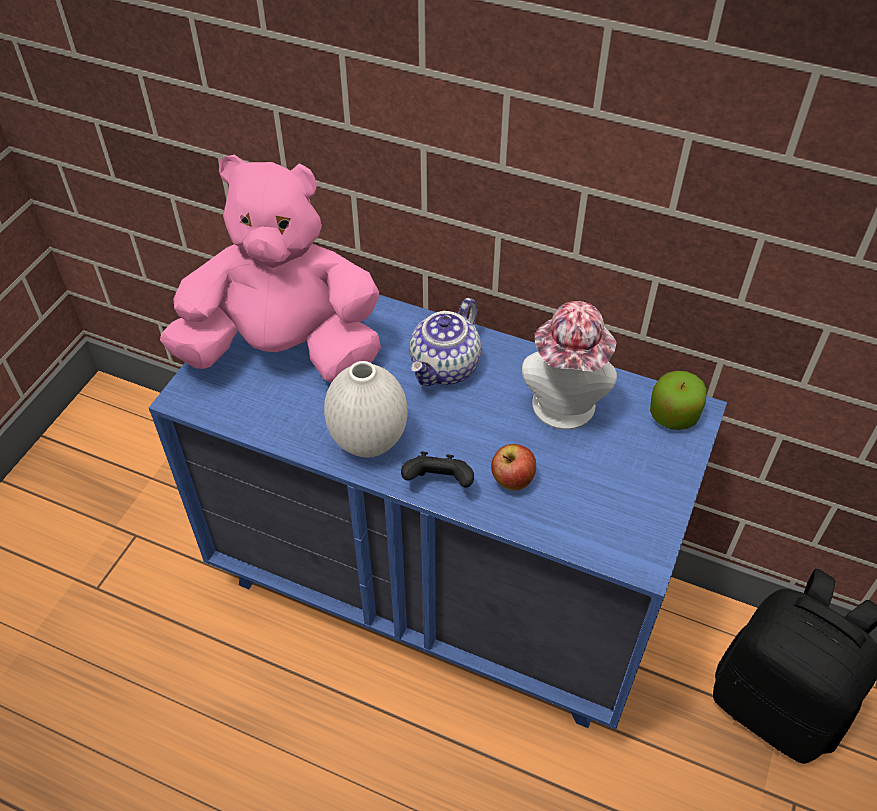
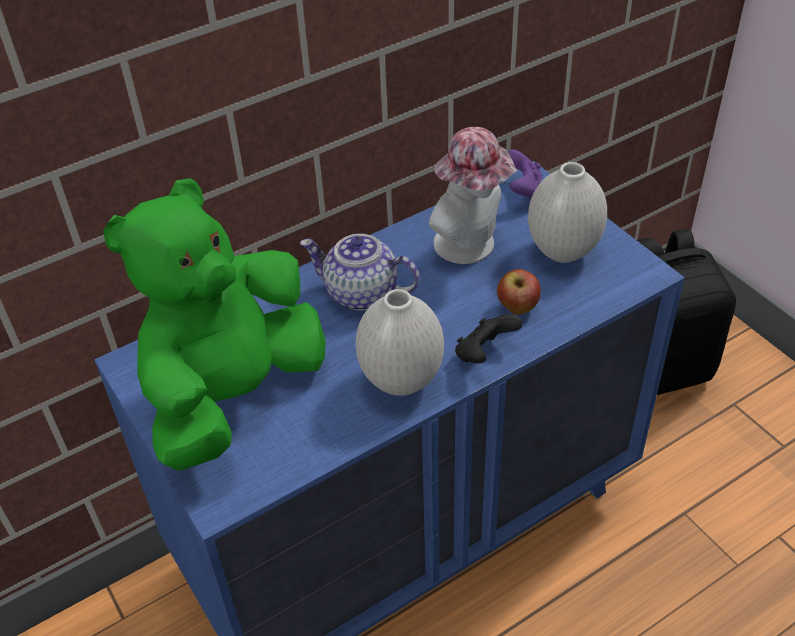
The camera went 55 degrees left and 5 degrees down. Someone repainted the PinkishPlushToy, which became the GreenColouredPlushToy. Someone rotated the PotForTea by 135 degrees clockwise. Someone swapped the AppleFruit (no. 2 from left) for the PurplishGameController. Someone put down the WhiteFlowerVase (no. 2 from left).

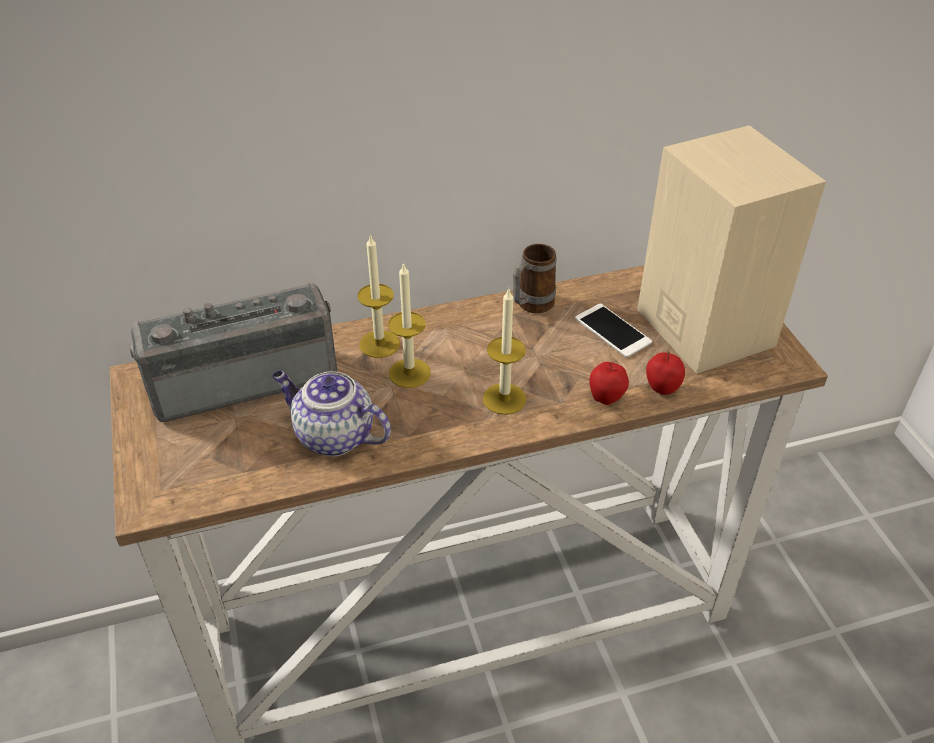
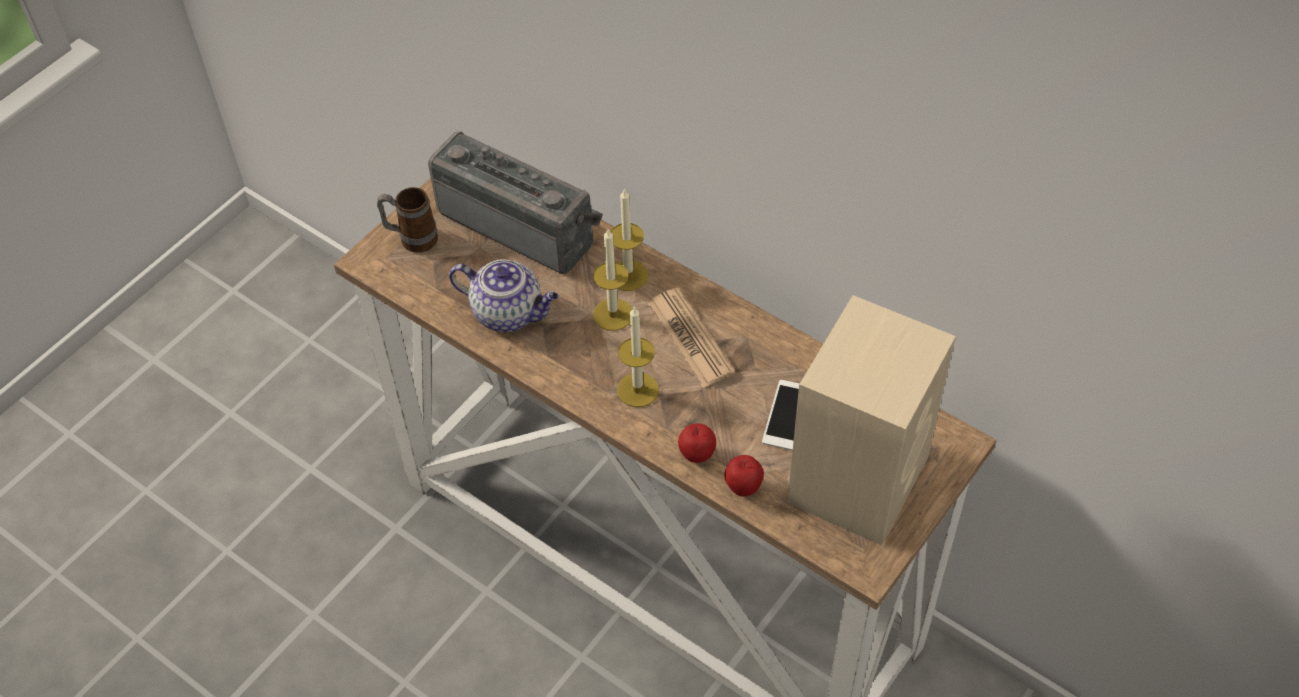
The camera went 55 degrees right and 10 degrees up. Someone rotated the PotForTea by 120 degrees clockwise. Someone carried the CoffeeMug. Someone put down the PrintedPaper.

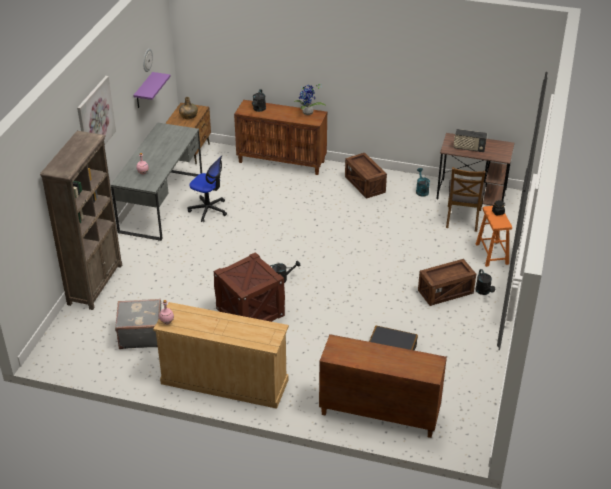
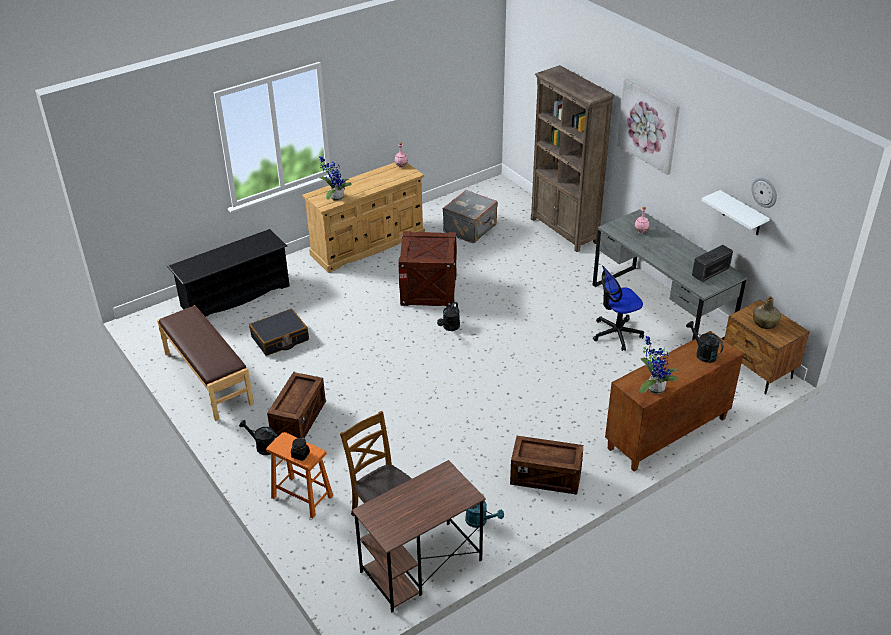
The camera went 130 degrees right and 0 degrees up. Someone repainted the PurplishShelf, which became the WhiteShelf. Someone swapped the BrownColouredCupboard (no. 2 from left) for the BlackishShoeShelf. Someone carried the RadioSet. Someone put down the BrownColouredIndoorBench. Someone put down the Houseplant (no. 1 from left).

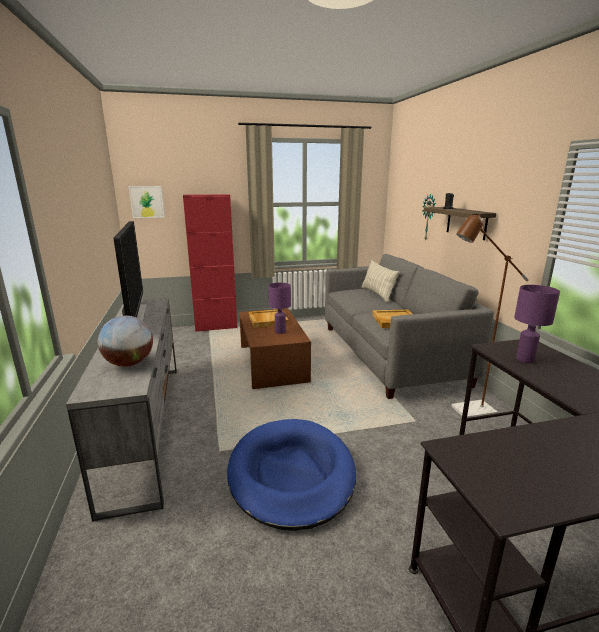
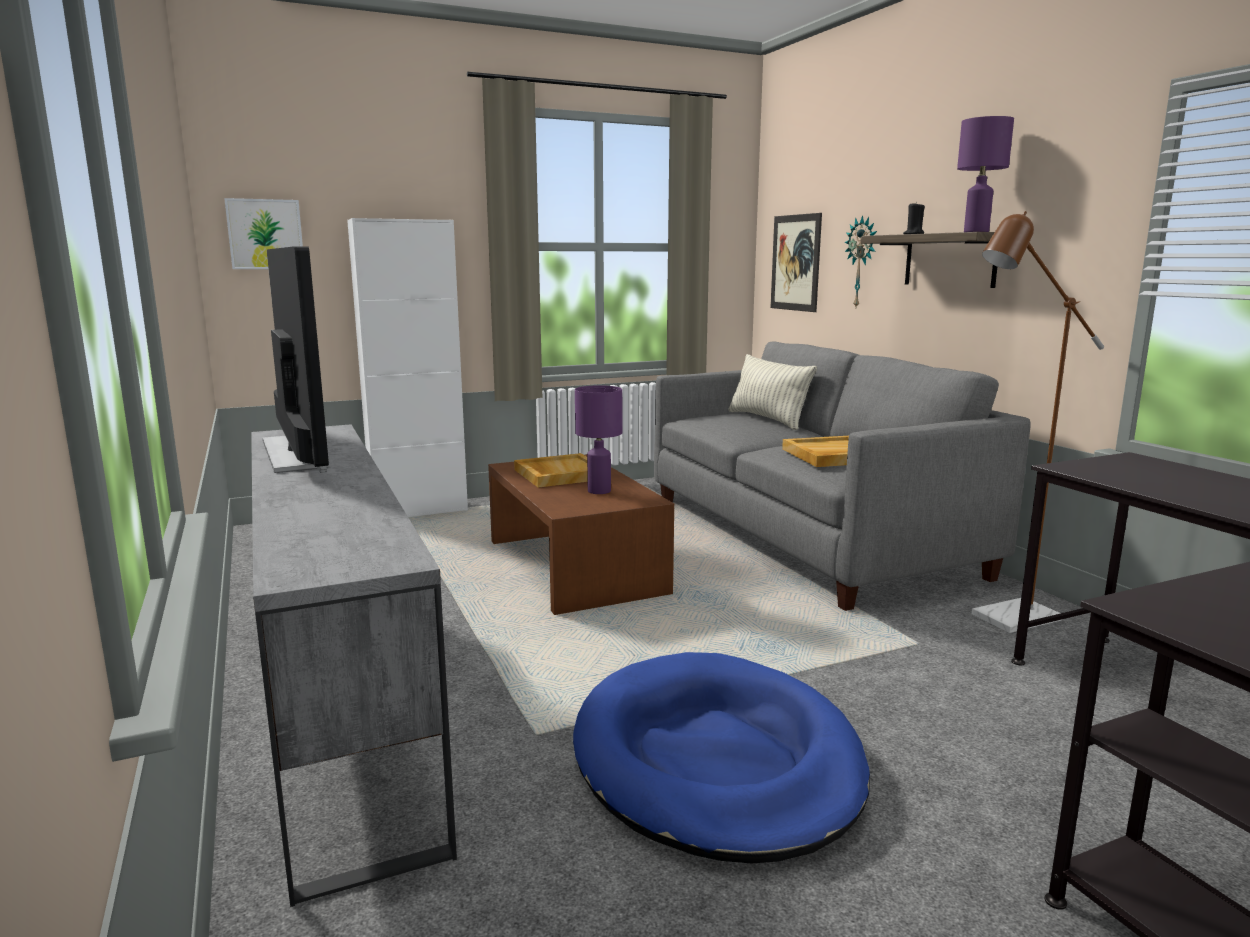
The camera went 10 degrees left and 5 degrees down. Someone took away the Globe. Someone repainted the ReddishCupboard, which became the WhiteCupboard. Someone carried the PurplishLampForATable (no. 2 from left). Someone put up the WallPicture (no. 2 from left).

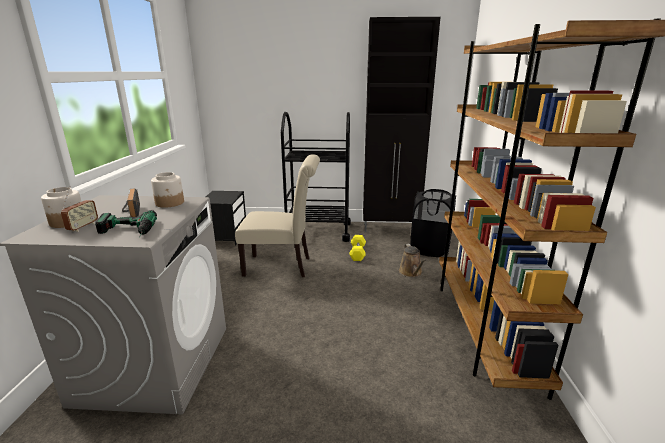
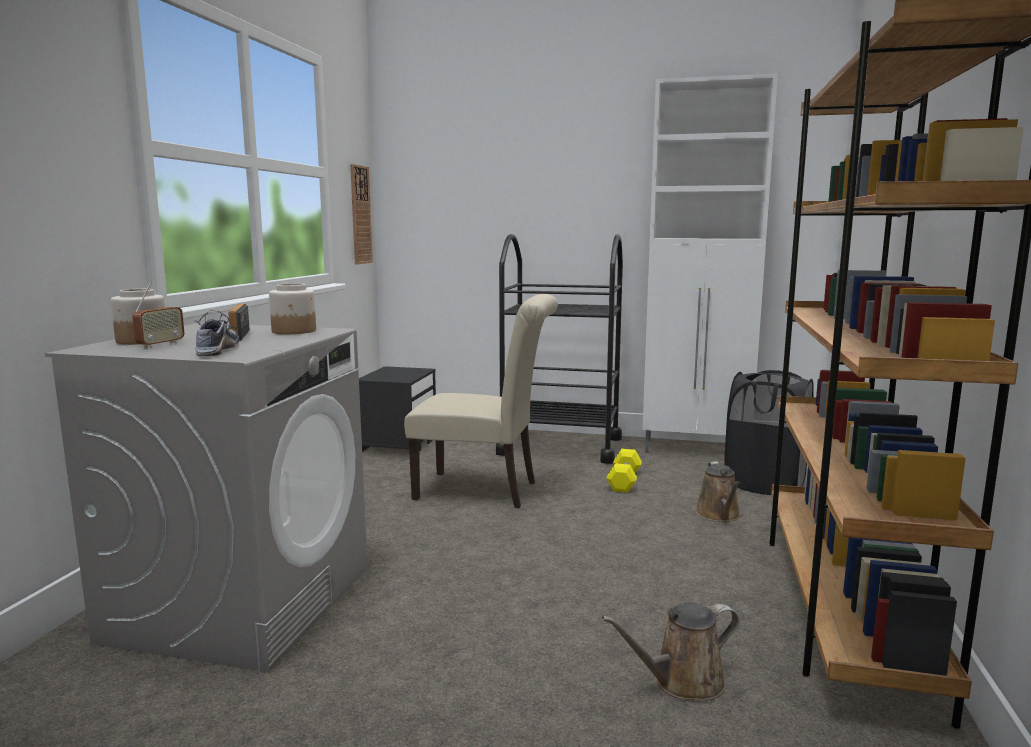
The camera went 10 degrees right and 10 degrees down. Someone swapped the ElectricDrill for the ItemOfFootwear. Someone repainted the BlackishCupboard, which became the WhiteCupboard. Someone put up the HangingClock. Someone put down the BrownColouredWateringCan (no. 1 from left).

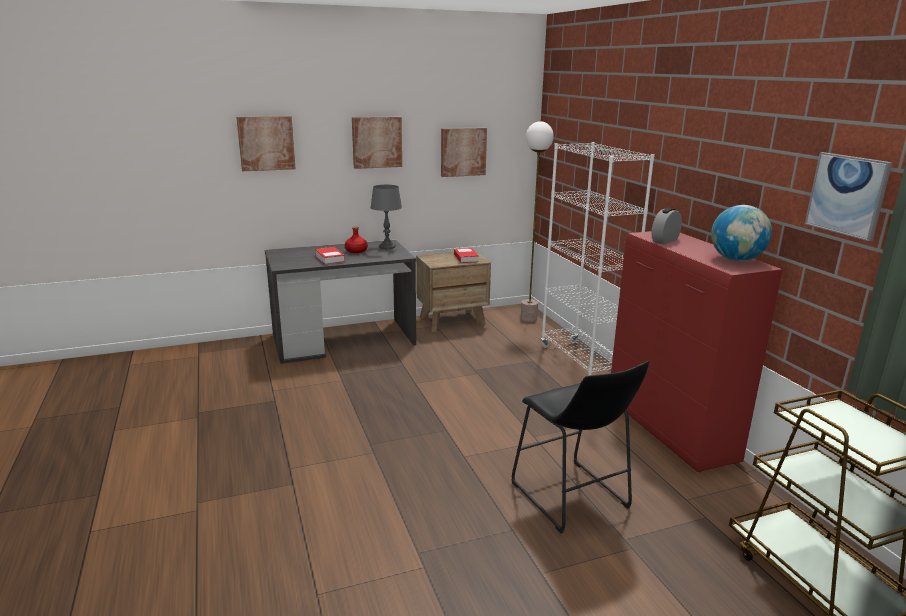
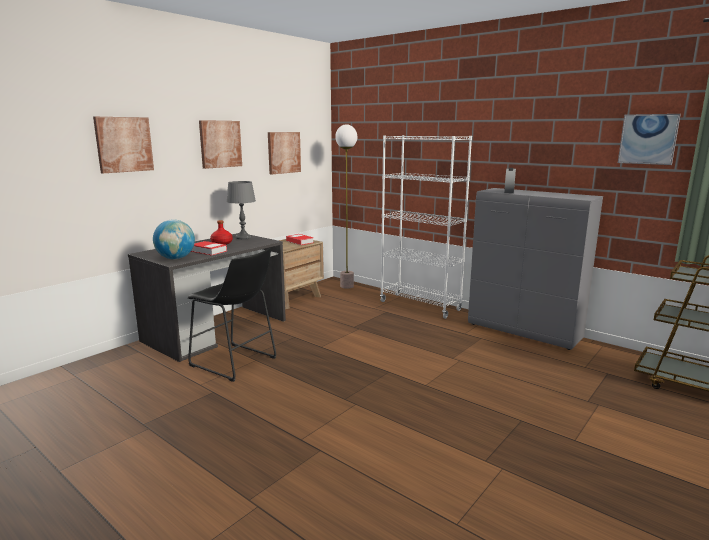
The camera went 30 degrees left and 5 degrees down. Someone carried the BlackishSittingStool. Someone repainted the ReddishCupboard, which became the GreyCupboard. Someone carried the Globe.

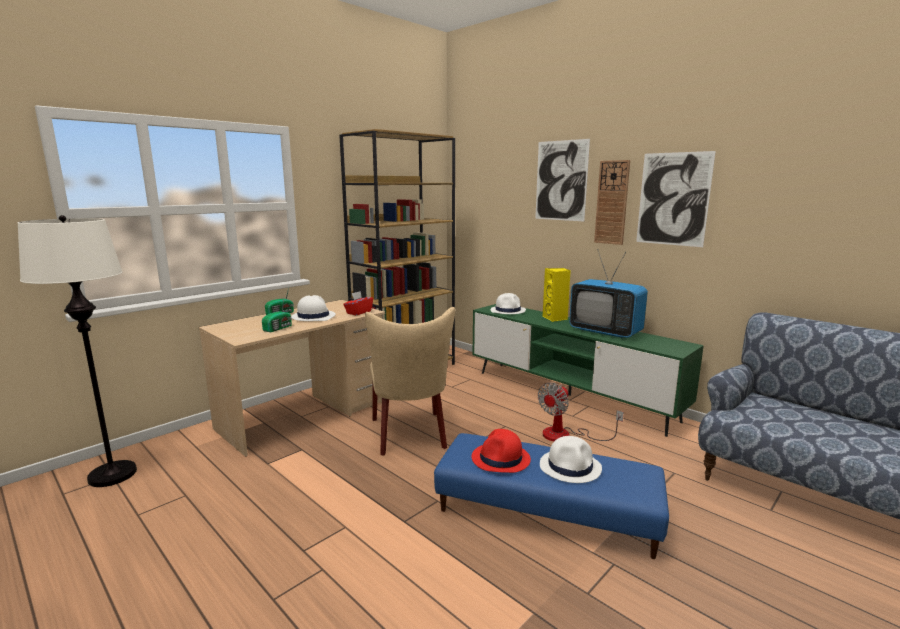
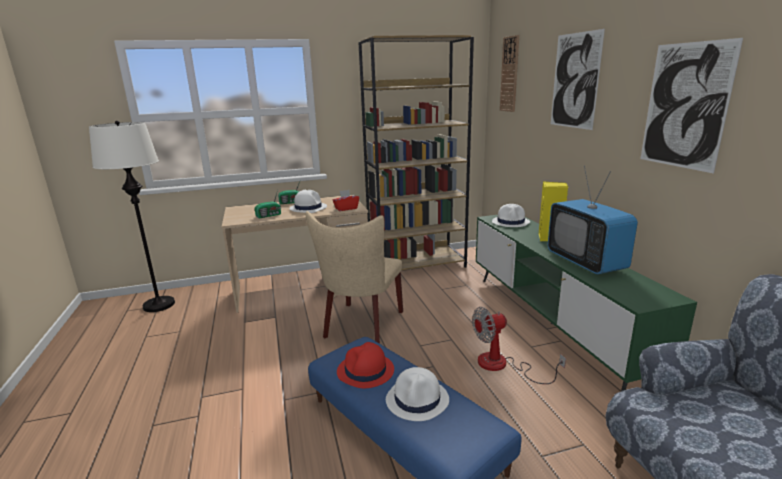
The camera went 30 degrees right and 5 degrees up. Someone carried the HangingClock.

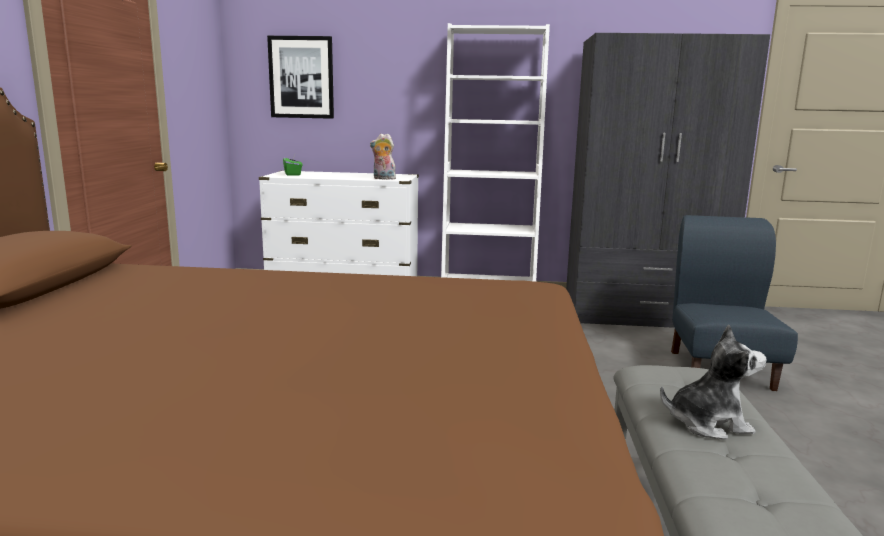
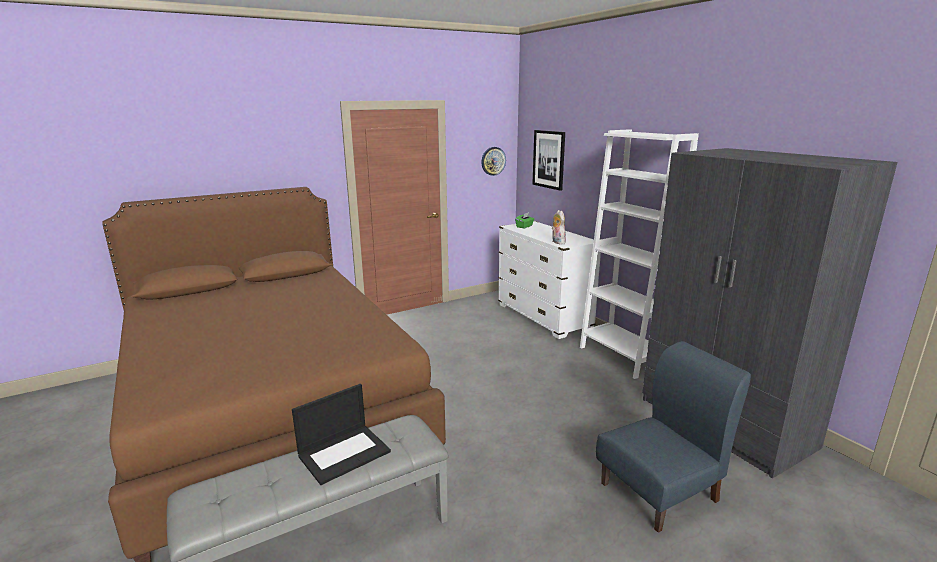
The camera went 55 degrees right and 5 degrees up. Someone swapped the PlushToy (no. 2 from left) for the PortableComputer. Someone put up the HangingClock.

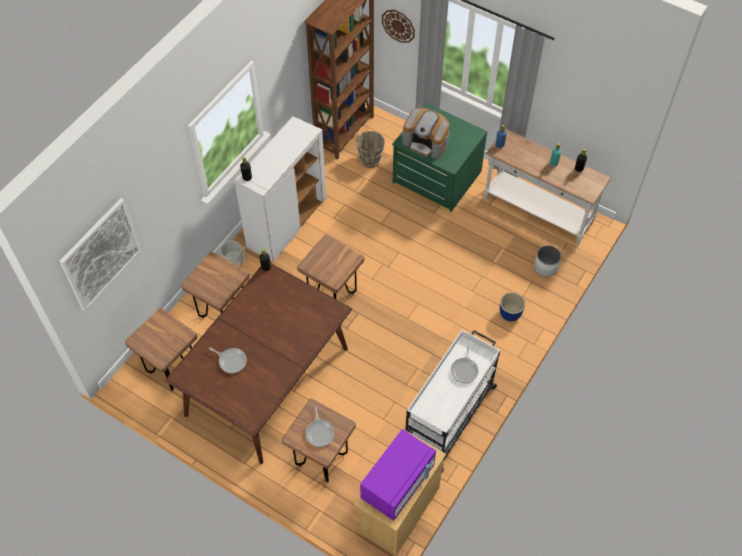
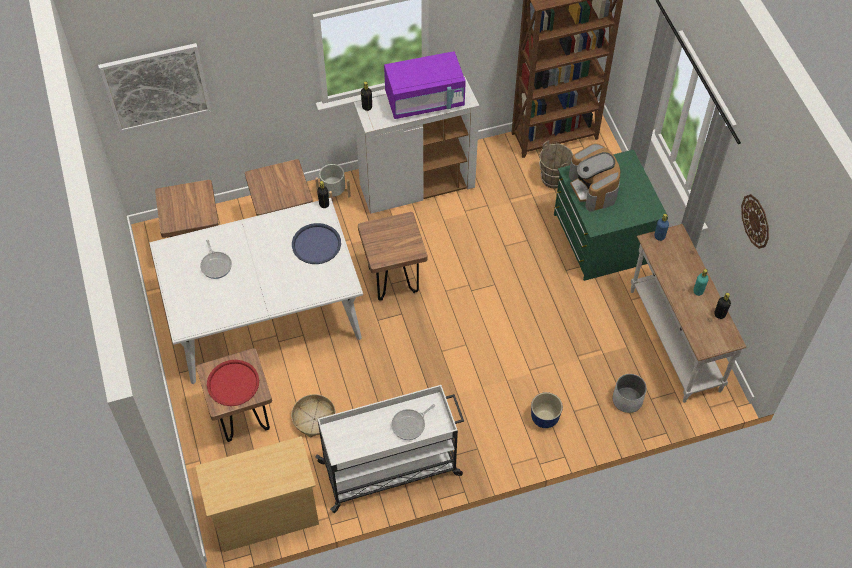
The camera went 40 degrees right and 0 degrees up. Someone repainted the BrownColouredDiningTable, which became the WhiteDiningTable. Someone swapped the Skillet (no. 2 from left) for the ReddishServingTray. Someone carried the PurplishMicrowaveOven. Someone carried the HangingClock. Someone put down the StorageBasket. Someone put down the BlueColouredServingTray.

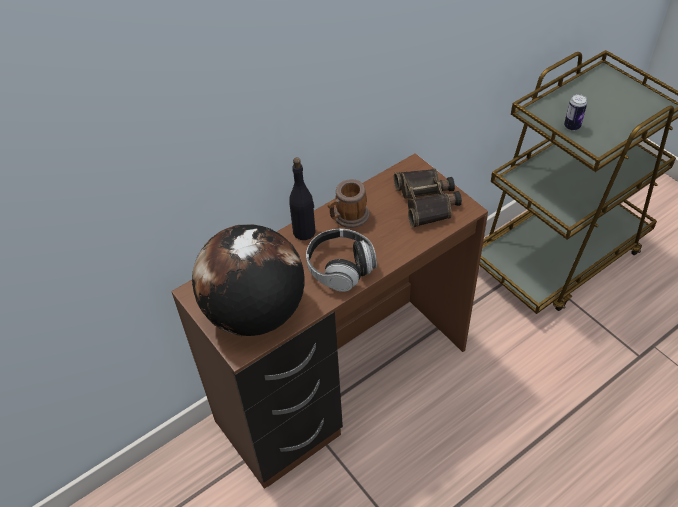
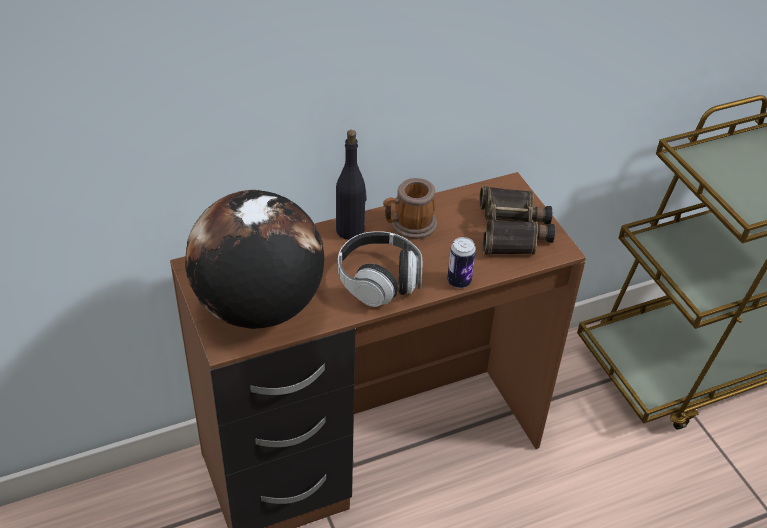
The camera went 10 degrees right and 5 degrees down. Someone carried the MetalCan.

